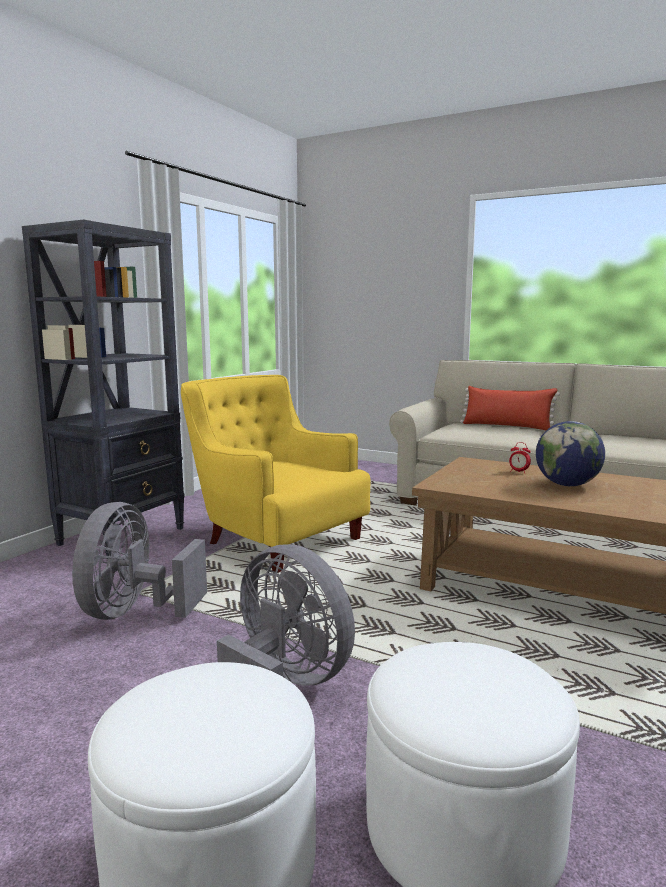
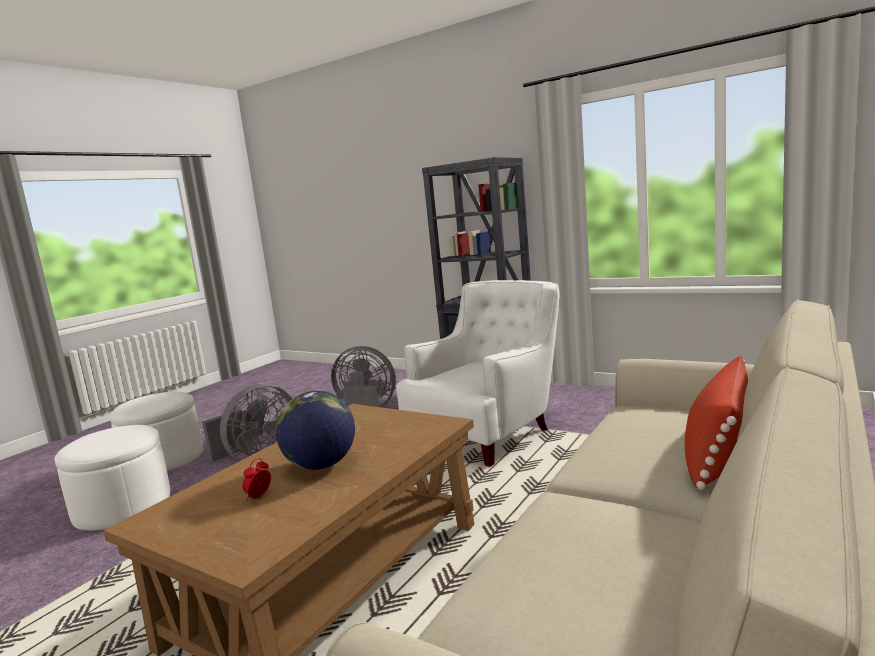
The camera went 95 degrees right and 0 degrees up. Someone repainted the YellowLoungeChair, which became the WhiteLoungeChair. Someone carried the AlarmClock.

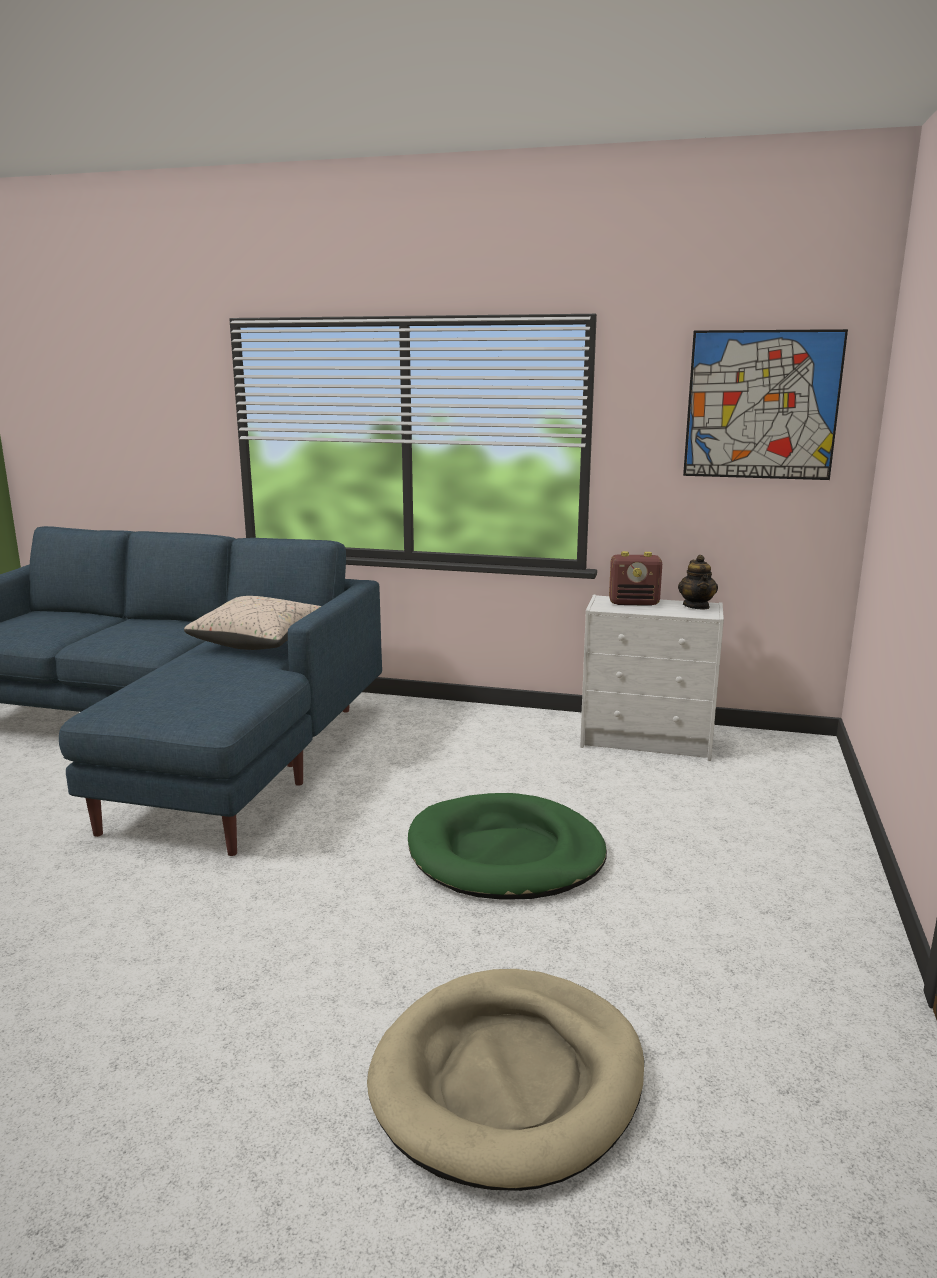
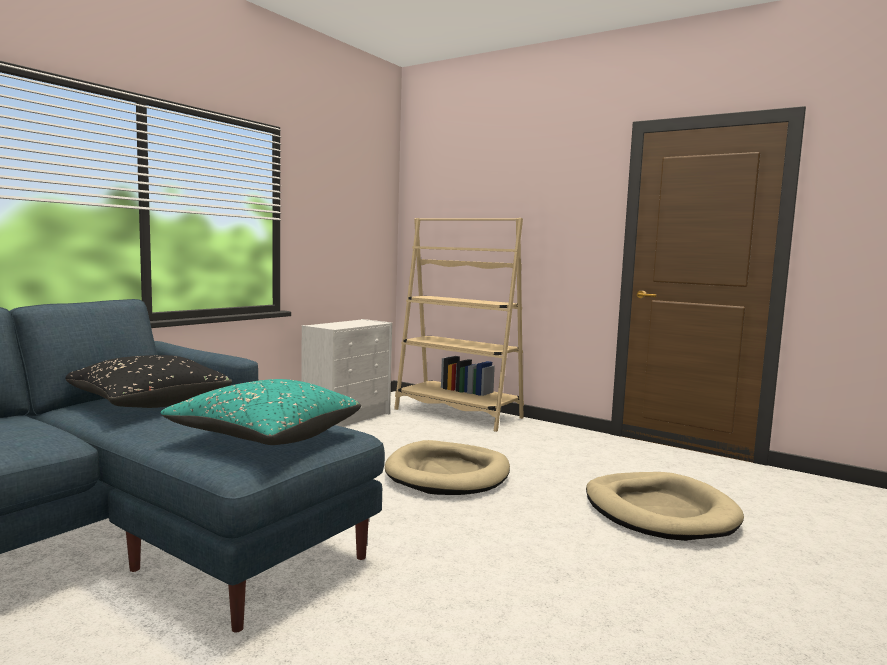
The camera went 70 degrees left and 10 degrees down. Someone repainted the BeigeCushion, which became the BlackishCushion. Someone repainted the GreenColouredDogBed, which became the BeigeDogBed (no. 1 from left). Someone took away the RadioSet. Someone took away the PotForTea. Someone took away the WallPicture. Someone put down the TurquoiseCushion. Someone put down the BeigeBookshelf.

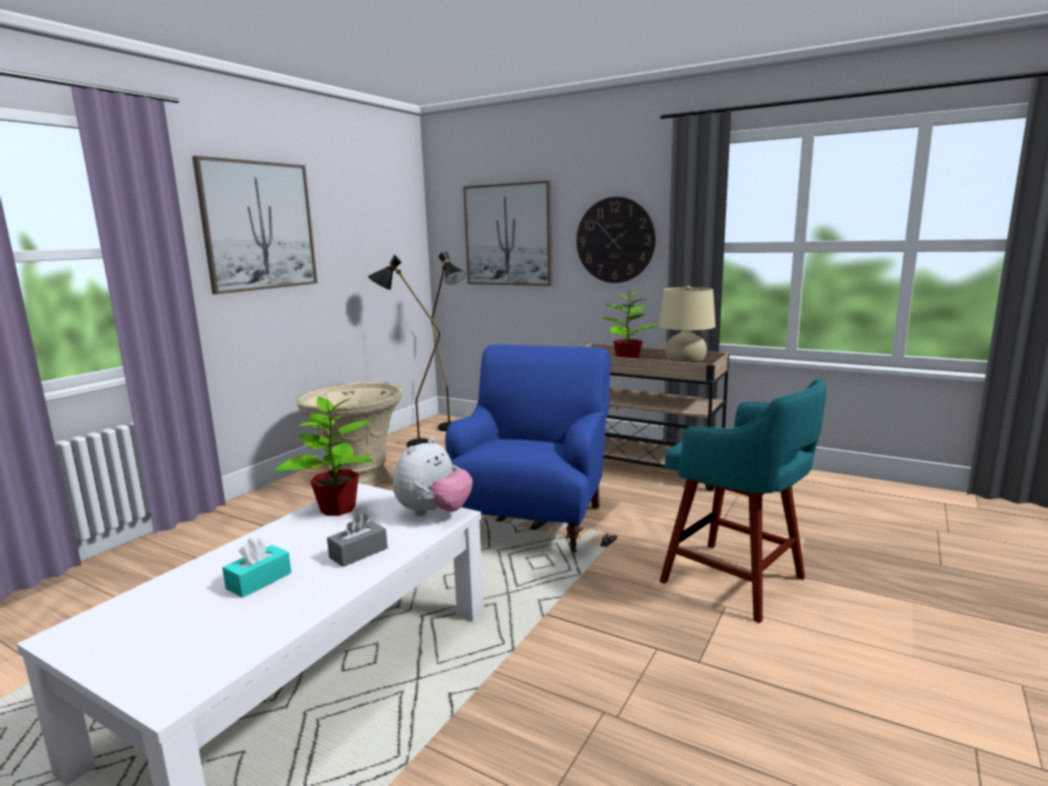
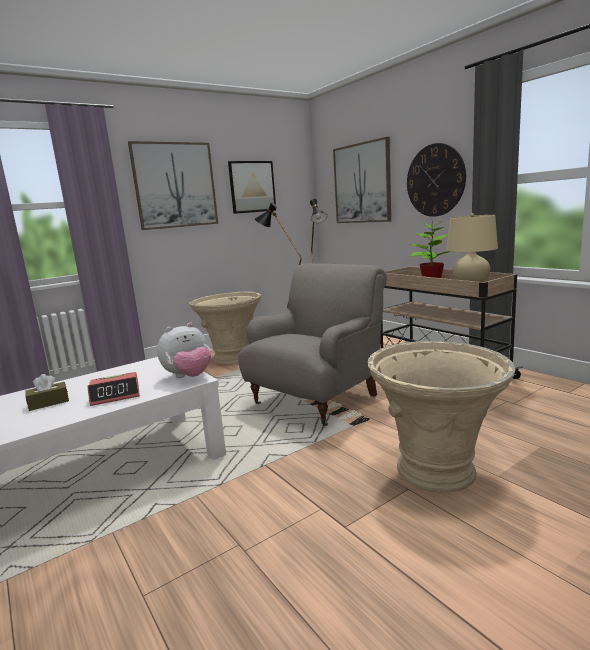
The camera went 25 degrees right and 0 degrees up. Someone repainted the TurquoiseTissueHolder, which became the BrownColouredTissueHolder. Someone took away the Houseplant (no. 1 from left). Someone swapped the GreyTissueHolder for the AlarmClock. Someone repainted the BlueColouredLoungeChair, which became the GreyLoungeChair. Someone swapped the TurquoiseSittingStool for the BeigePlanter (no. 2 from left). Someone put up the WallPicture (no. 2 from left).

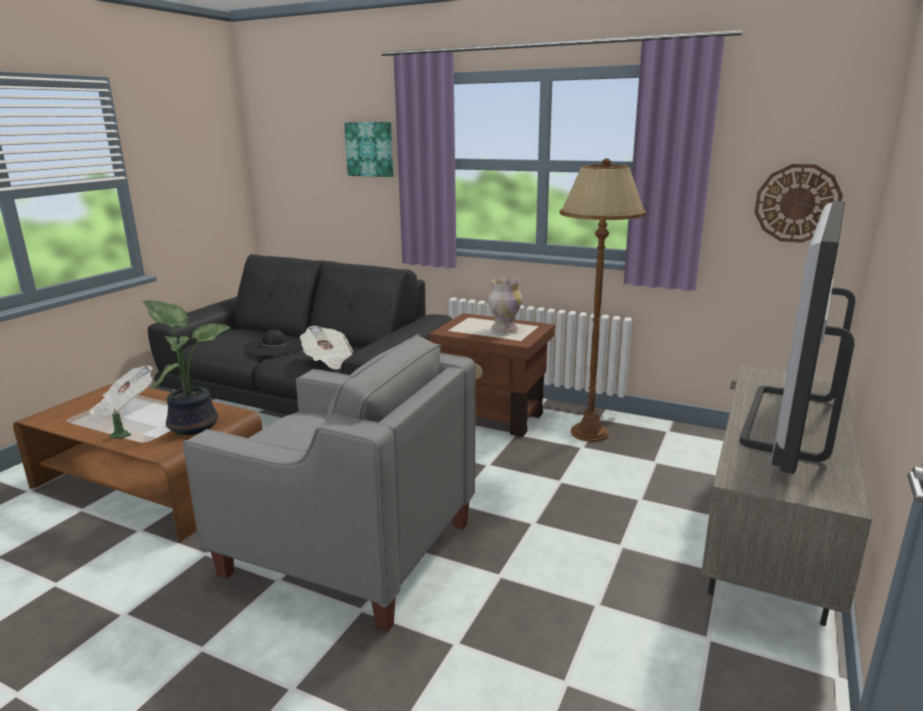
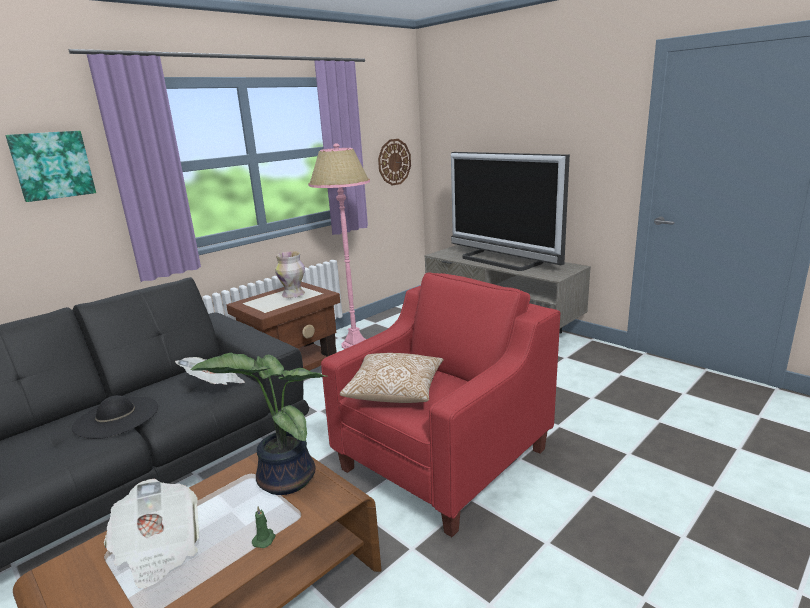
The camera went 70 degrees left and 0 degrees up. Someone repainted the GreyLoungeChair, which became the ReddishLoungeChair. Someone repainted the BrownColouredStandingLamp, which became the PinkishStandingLamp. Someone put down the Cushion.

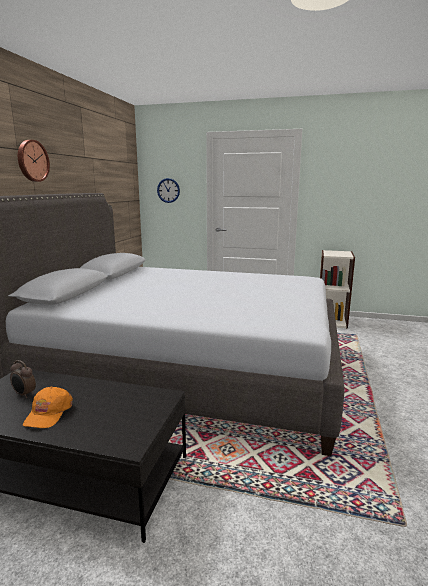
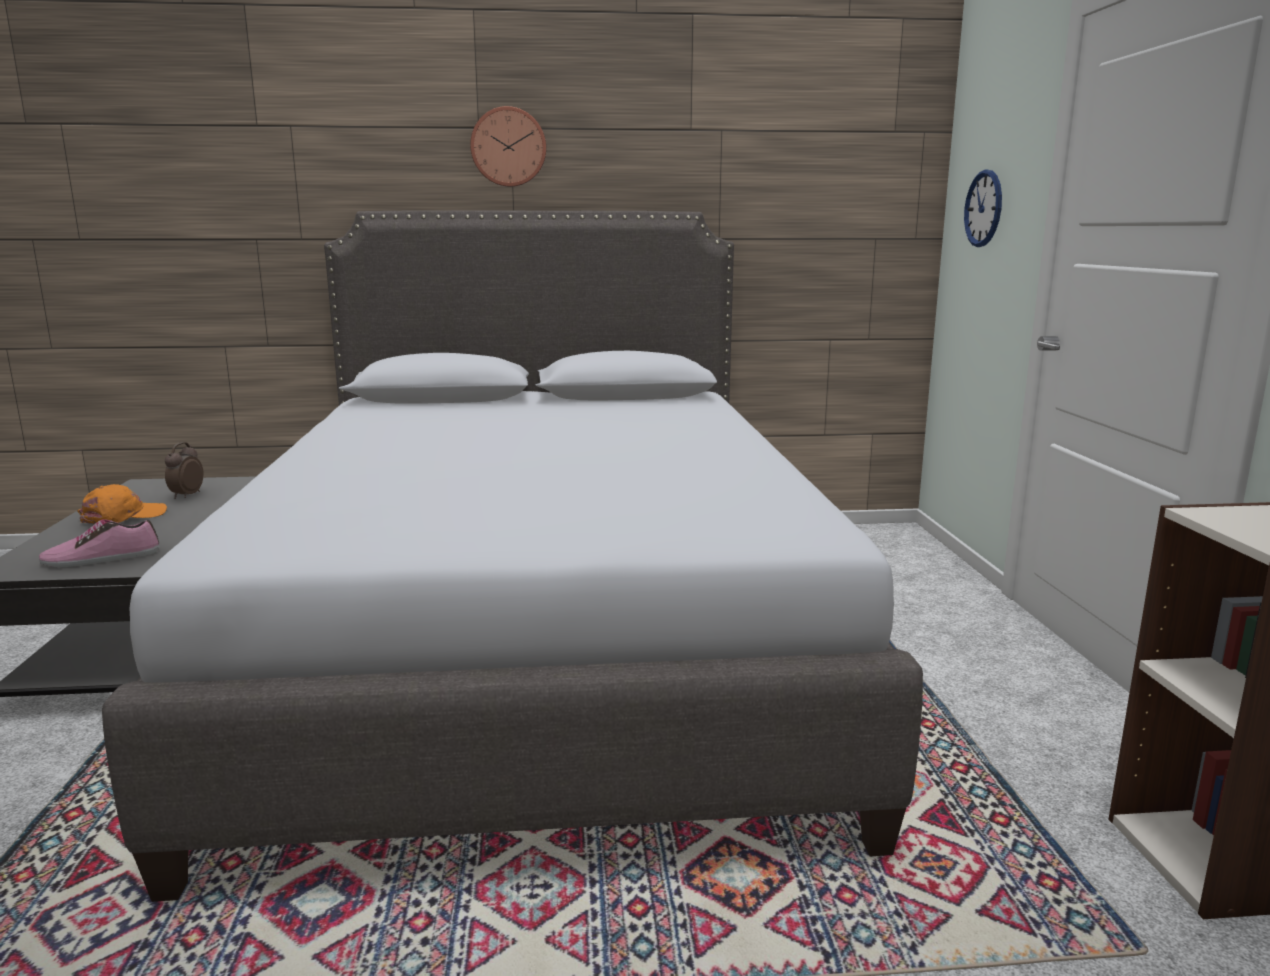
The camera went 70 degrees right and 0 degrees up. Someone rotated the OrangeyBaseballCap by 150 degrees clockwise. Someone put down the ItemOfFootwear.

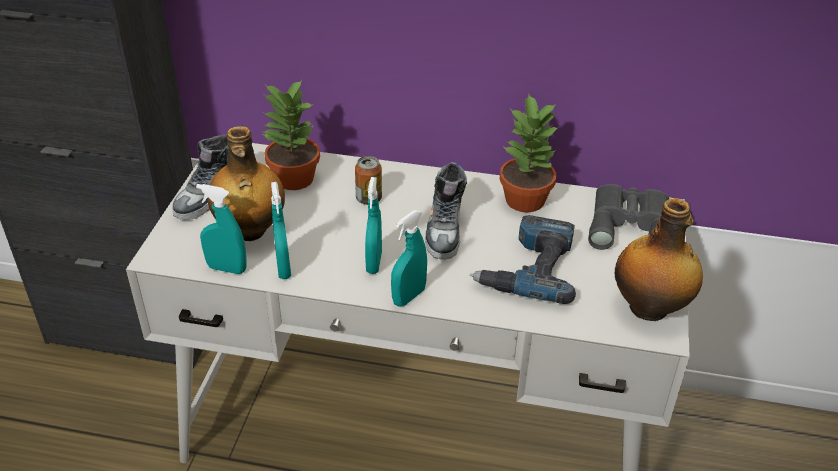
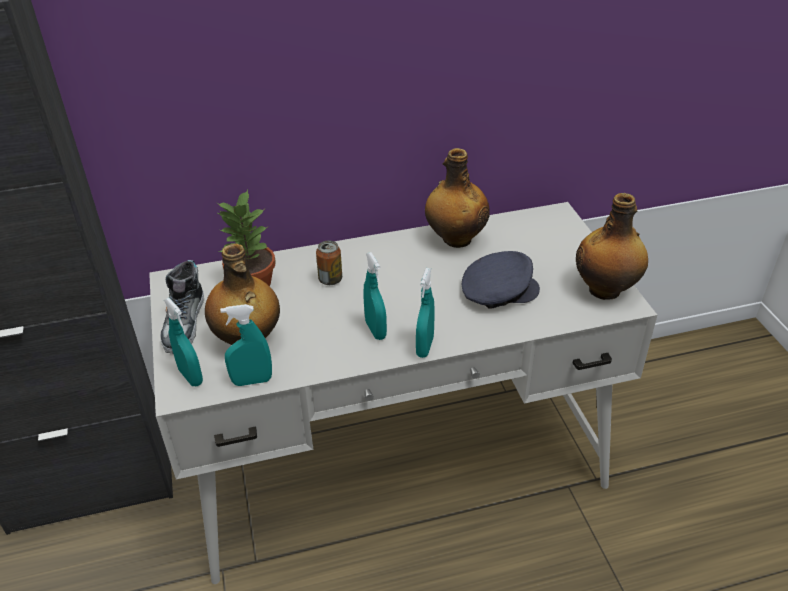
The camera went 25 degrees left and 0 degrees up. Someone carried the TurquoiseSprayer (no. 2 from left in the first image). Someone took away the ItemOfFootwear (no. 2 from left). Someone swapped the ElectricDrill for the GreyBaseballCap. Someone swapped the Houseplant (no. 2 from left) for the BeverageBottle (no. 2 from left). Someone took away the GreyFieldGlasses.

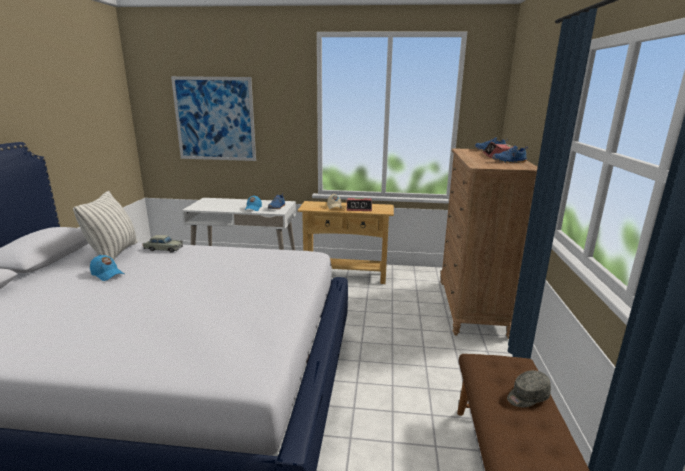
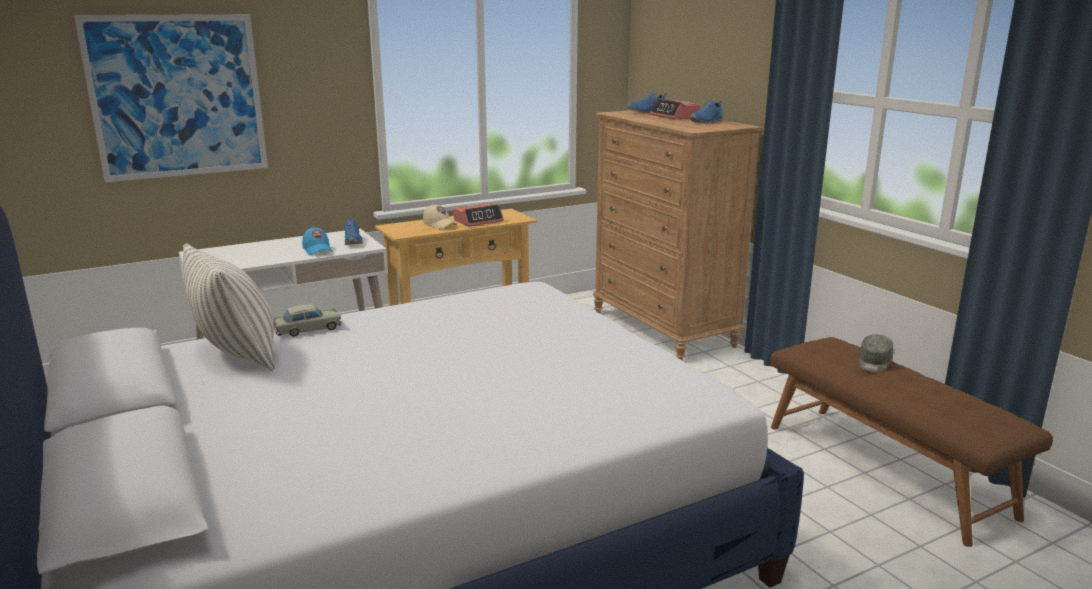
The camera went 35 degrees left and 0 degrees up. Someone took away the BlueColouredBaseballCap (no. 1 from left).

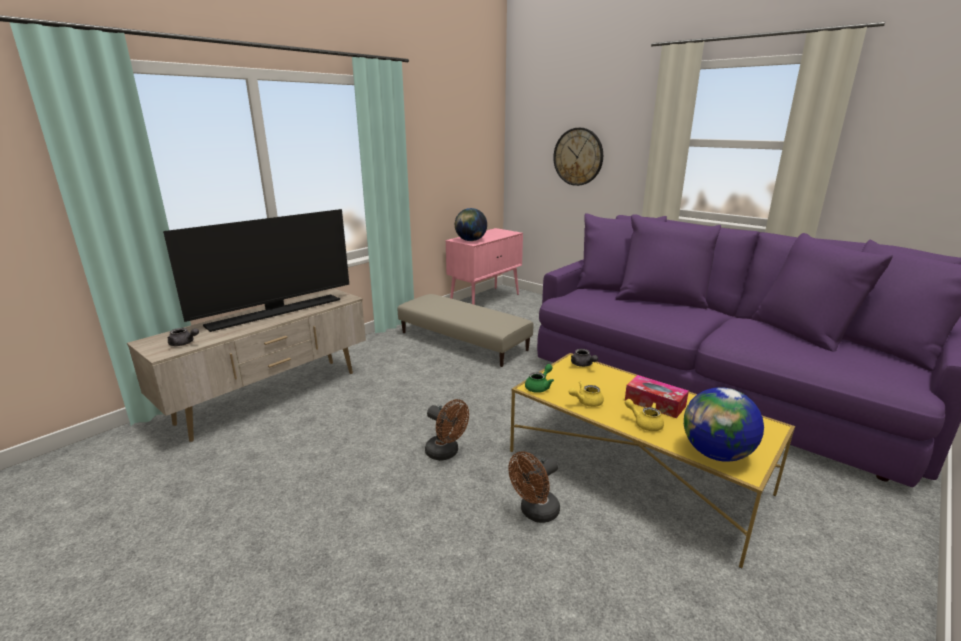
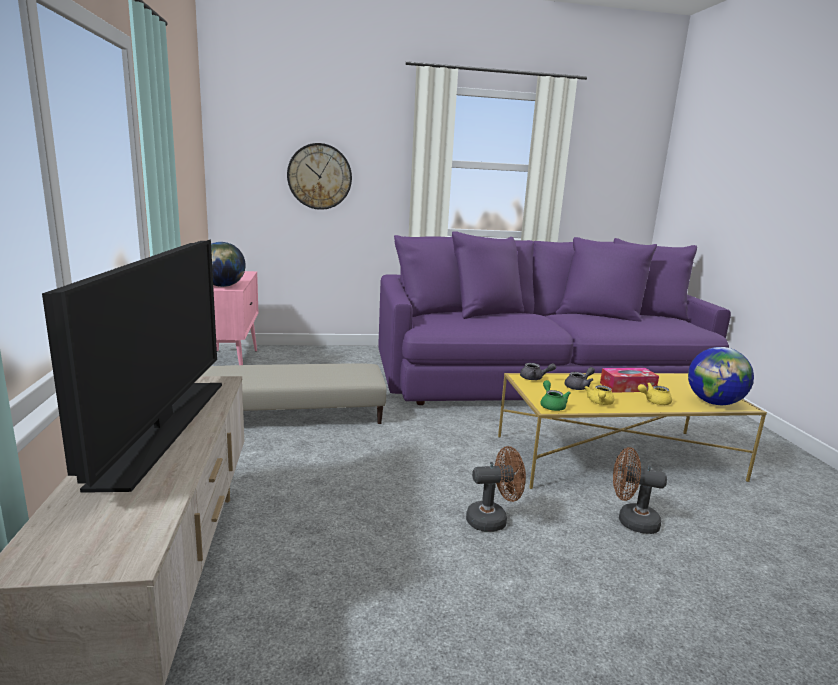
The camera went 50 degrees left and 5 degrees down. Someone carried the GreyPotForTea (no. 1 from left in the first image). Someone rotated the BrownColouredElectricFan (no. 2 from left) by 105 degrees clockwise.

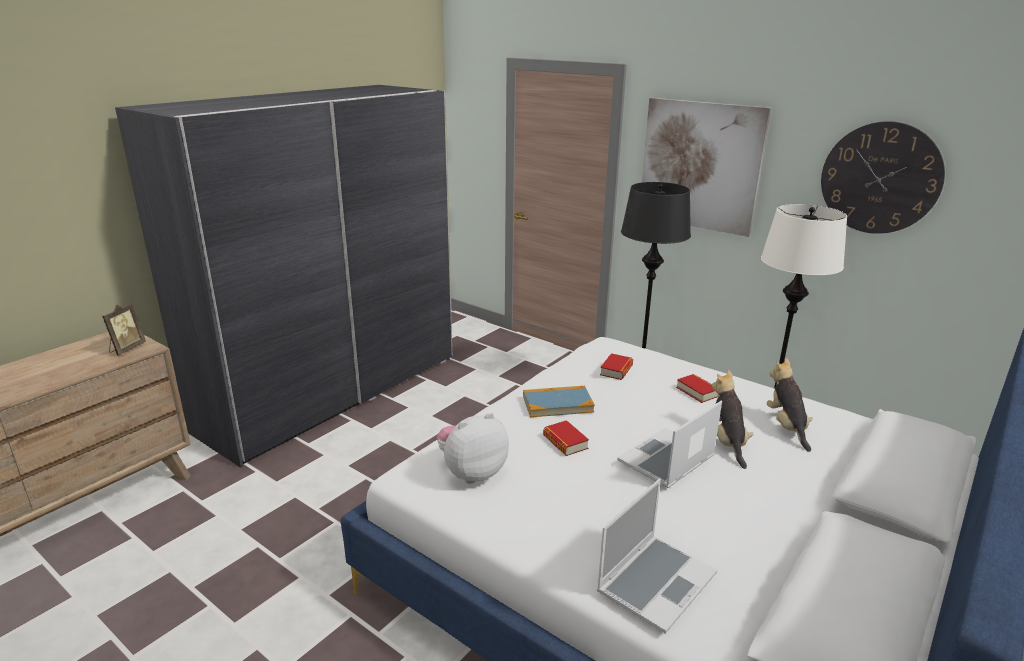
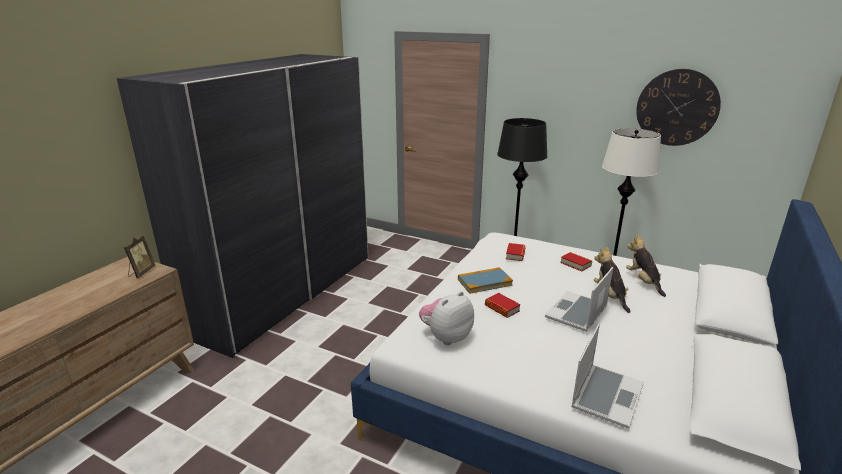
The camera went 10 degrees left and 0 degrees up. Someone took away the WallPicture.

